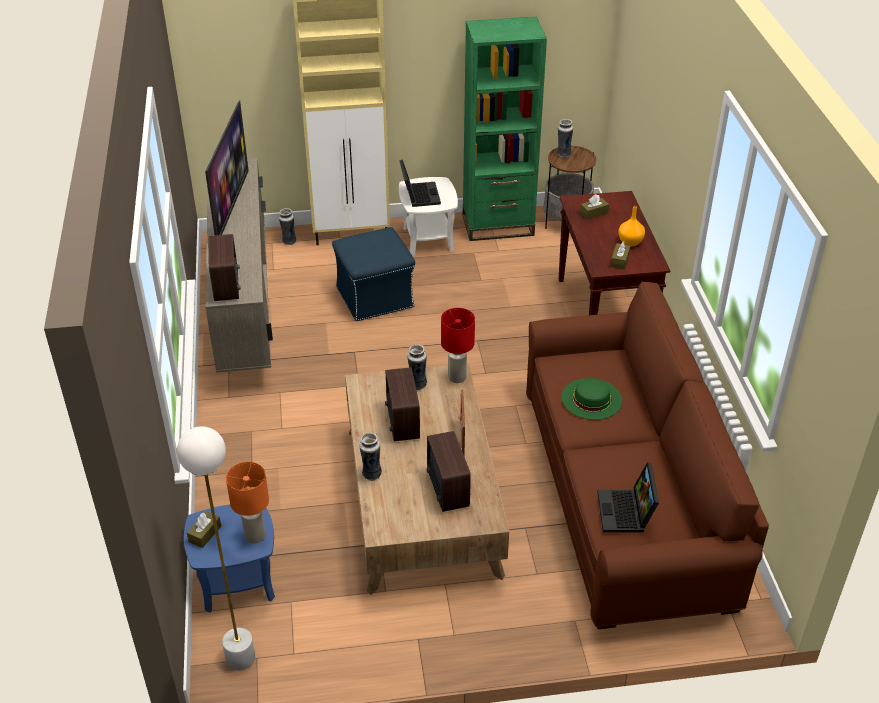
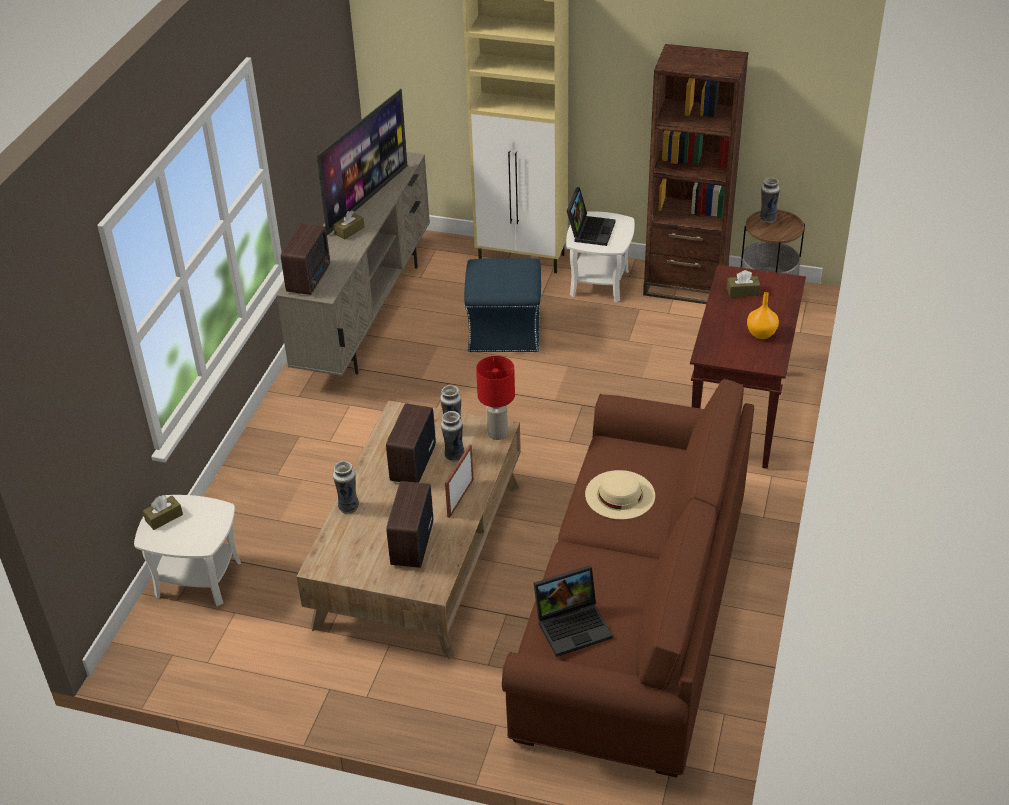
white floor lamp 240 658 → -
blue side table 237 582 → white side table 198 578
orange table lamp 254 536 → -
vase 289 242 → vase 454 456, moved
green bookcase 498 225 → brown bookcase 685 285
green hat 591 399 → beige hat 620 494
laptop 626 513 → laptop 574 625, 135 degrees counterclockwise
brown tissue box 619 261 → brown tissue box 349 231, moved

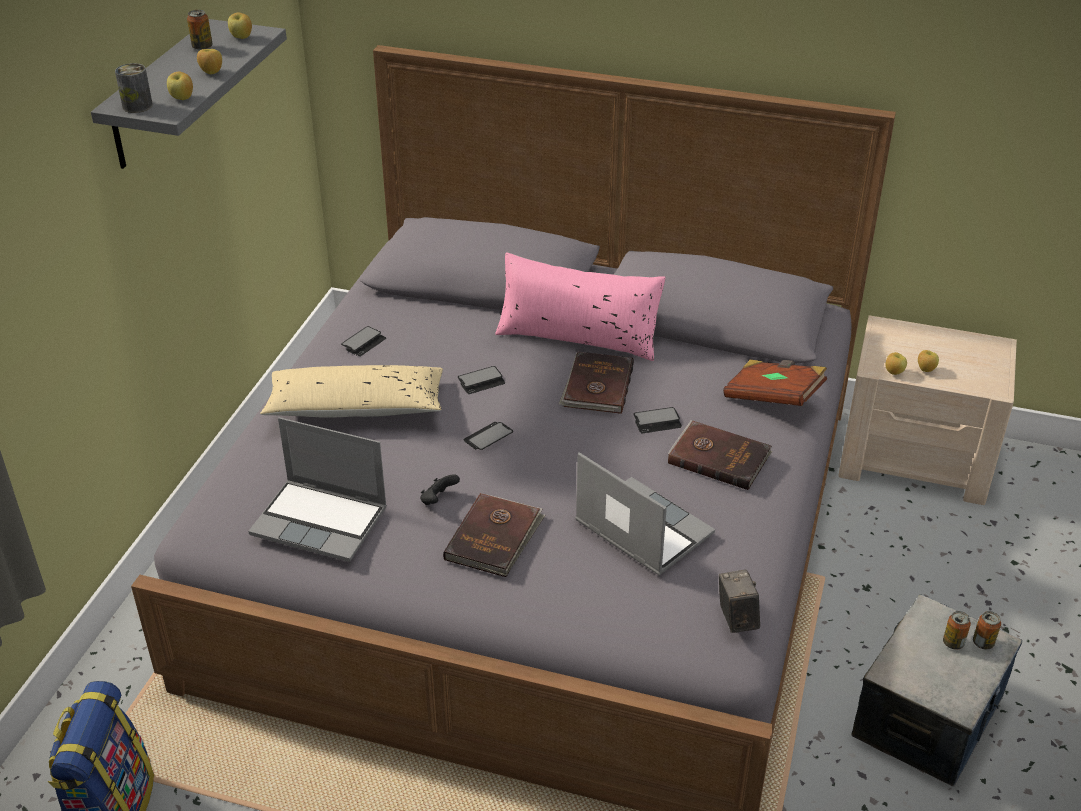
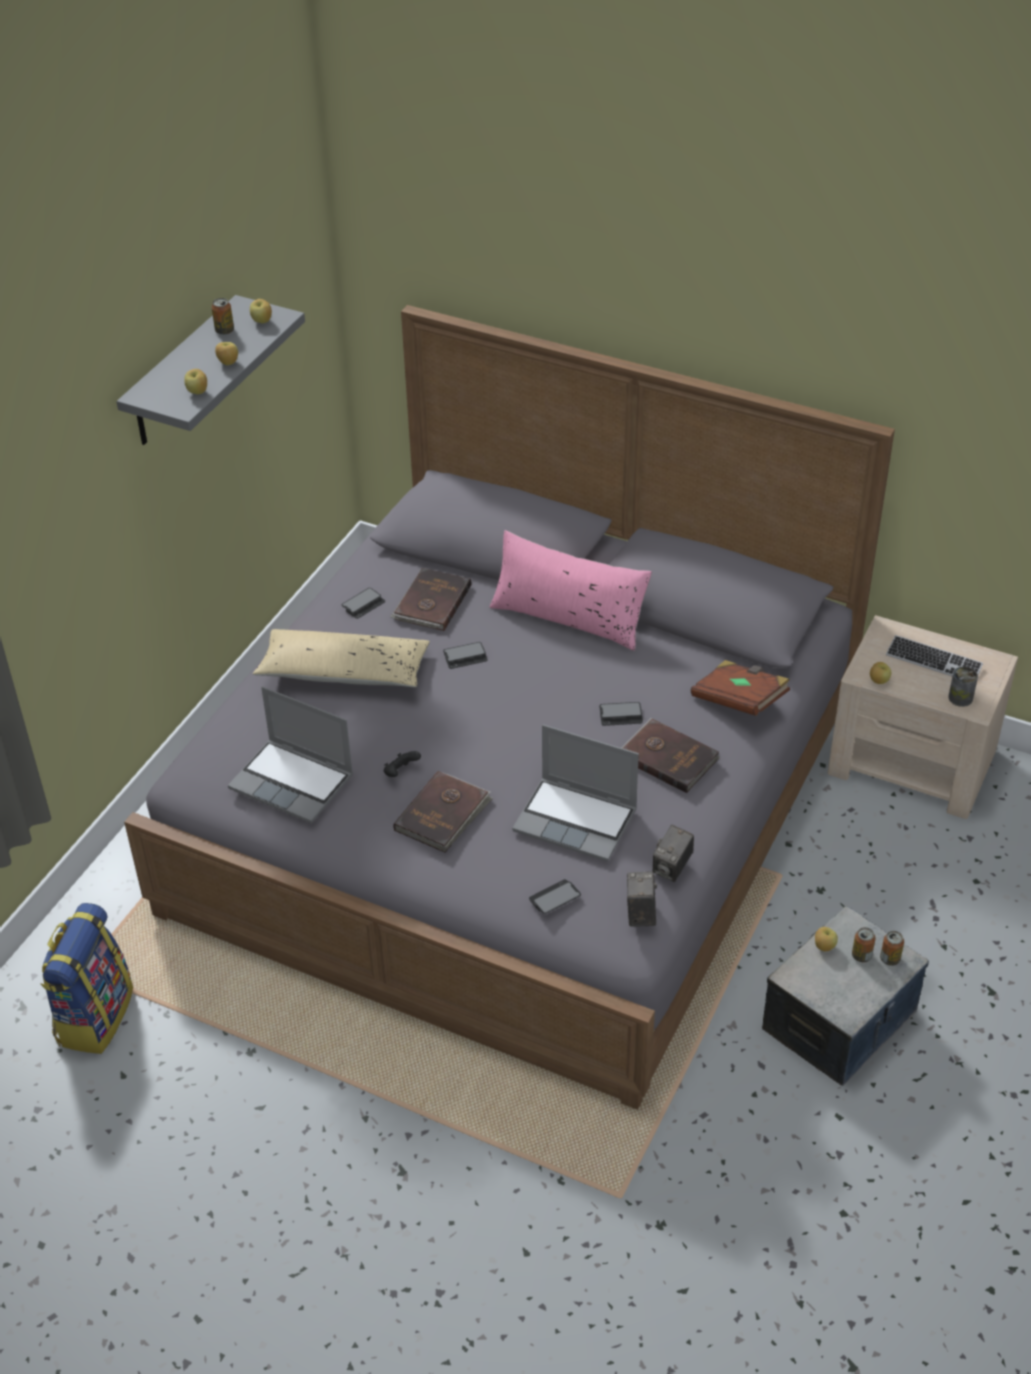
can 137 106 → can 960 698, moved
phone 488 437 → phone 554 898, moved
brown book 597 386 → brown book 431 602, moved
laptop 641 529 → laptop 577 820, 150 degrees clockwise
apple 925 370 → apple 824 947, moved
- → photo camera 672 867
- → keyboard 933 661

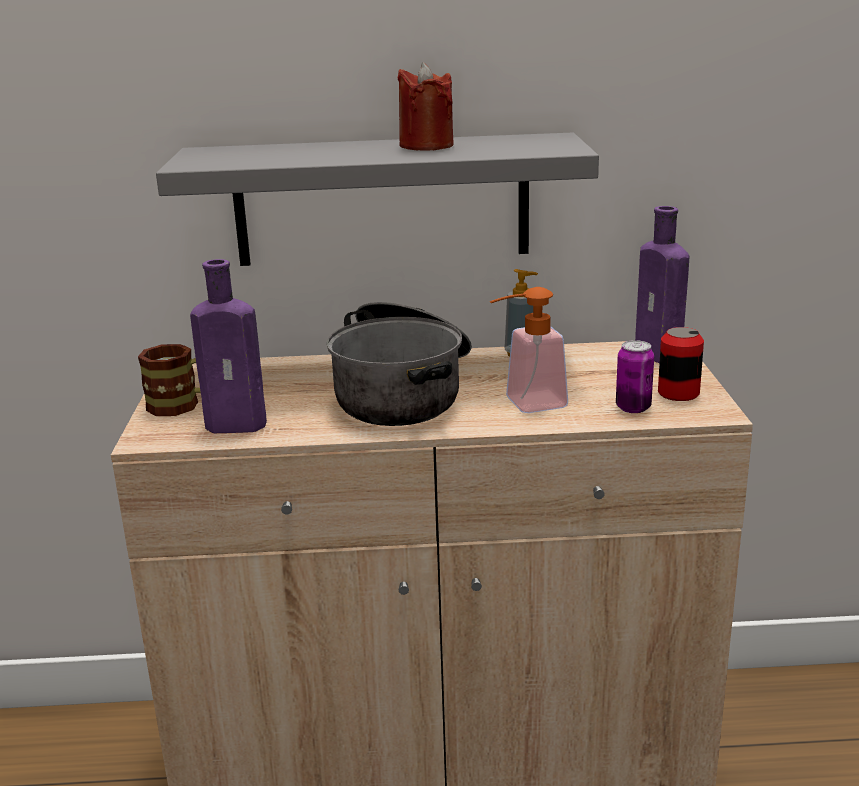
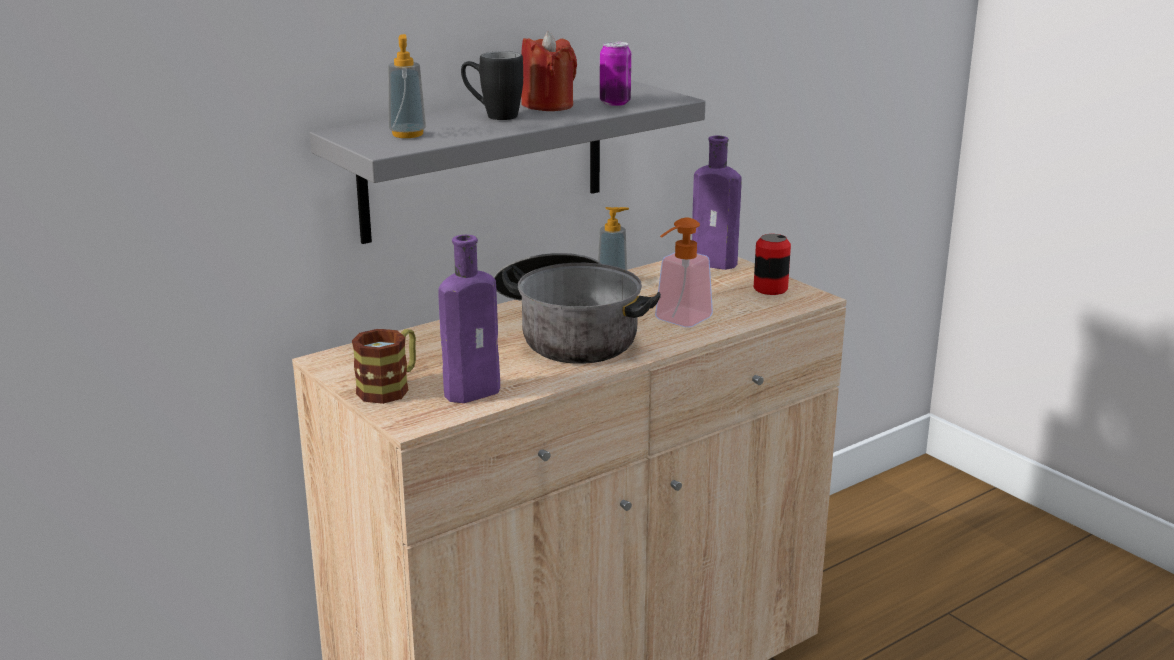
can 633 408 → can 615 103, moved
- → soap dispenser 407 134
- → black mug 492 116

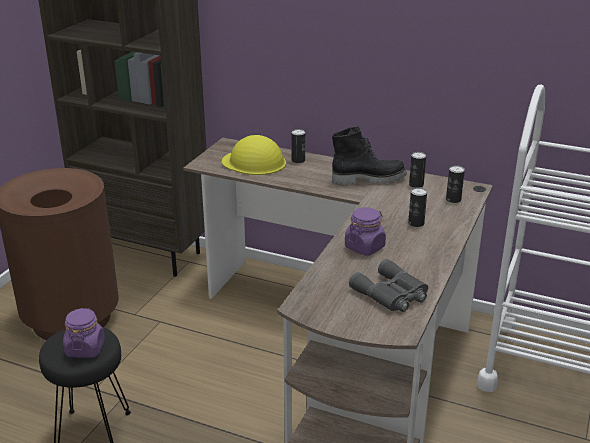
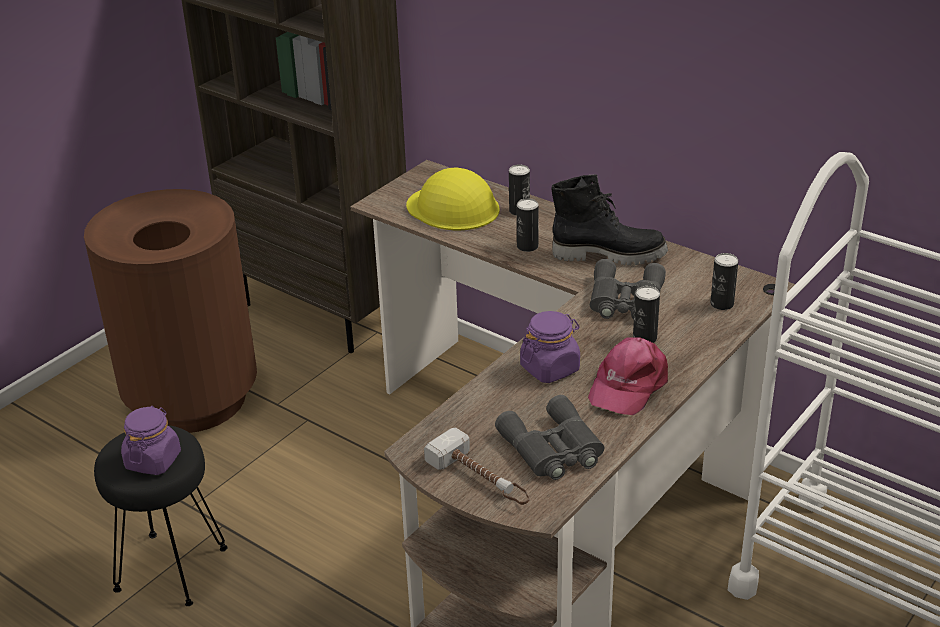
can 416 185 → can 527 246, moved
- → hammer 481 479
- → pink cap 628 385
- → grey binoculars 625 300

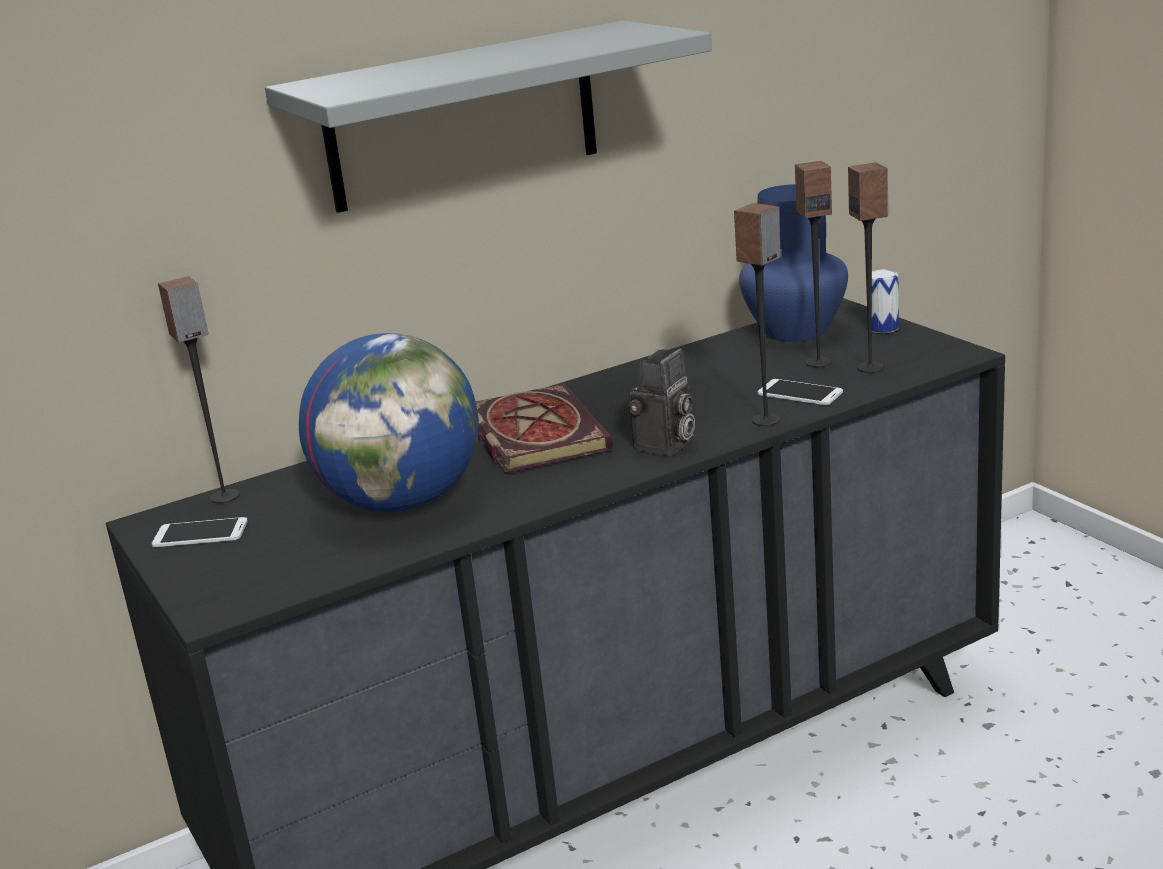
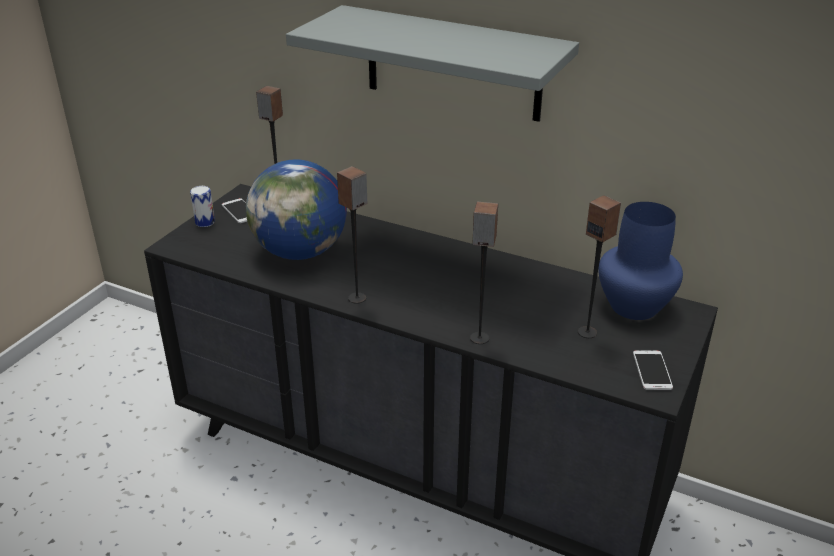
book 533 434 → -
photo camera 665 446 → -
phone 800 393 → phone 652 370, moved
speaker 870 367 → speaker 357 298, moved
can 883 328 → can 205 222, moved

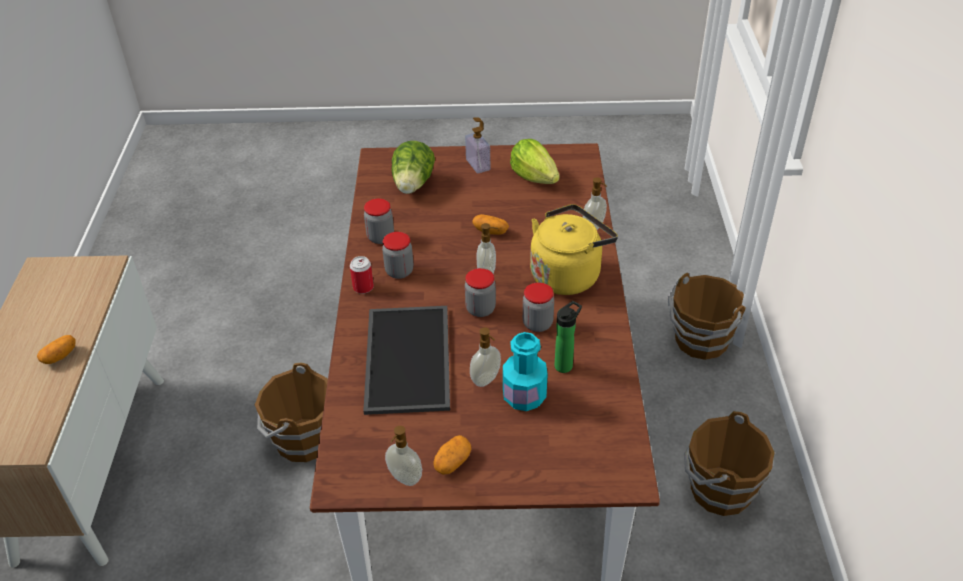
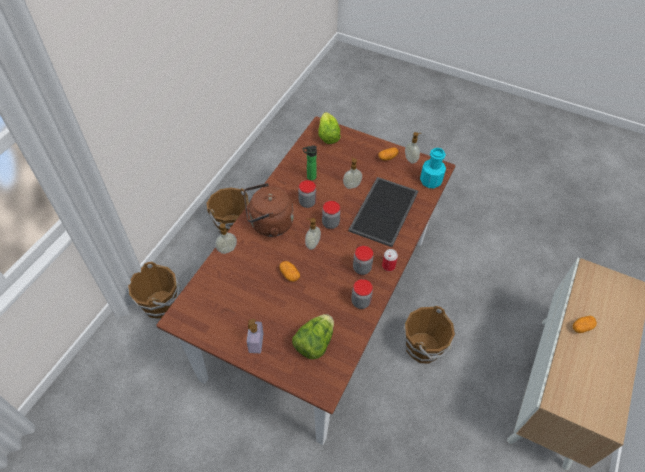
turquoise bottle 524 396 → turquoise bottle 430 181, moved
lettuce 534 177 → lettuce 328 136, moved
yellow kettle 568 274 → brown kettle 269 224

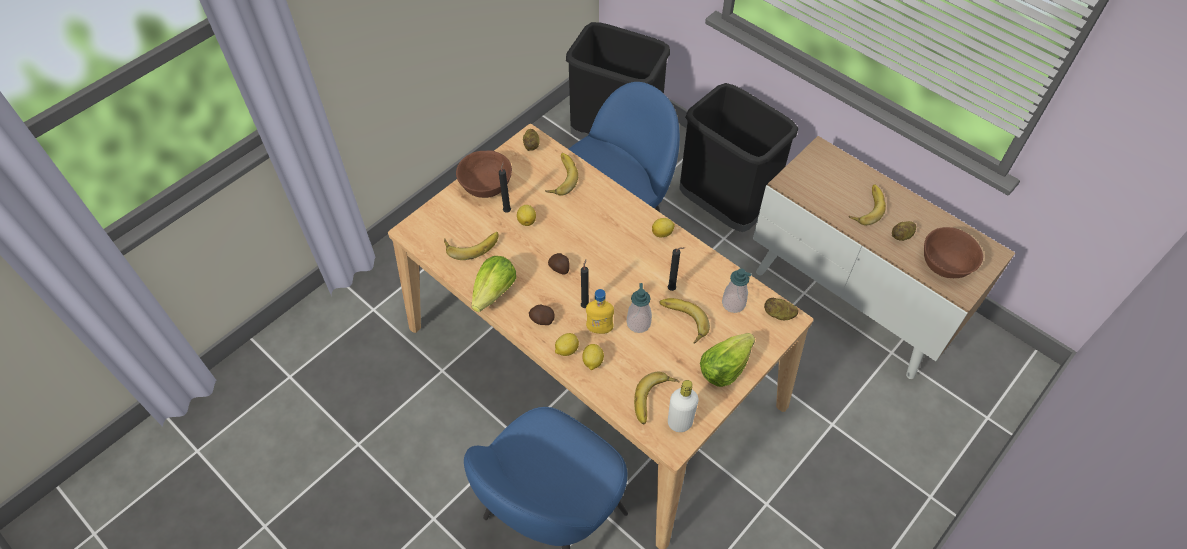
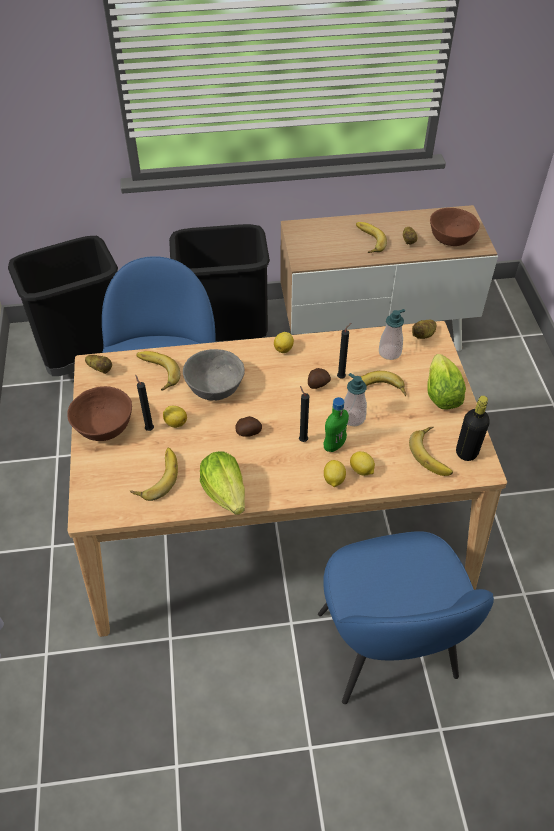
potato 541 320 → potato 317 384, moved
yellow bottle 599 329 → green bottle 334 445
white bottle 680 422 → black bottle 466 452
- → grey bowl 214 386

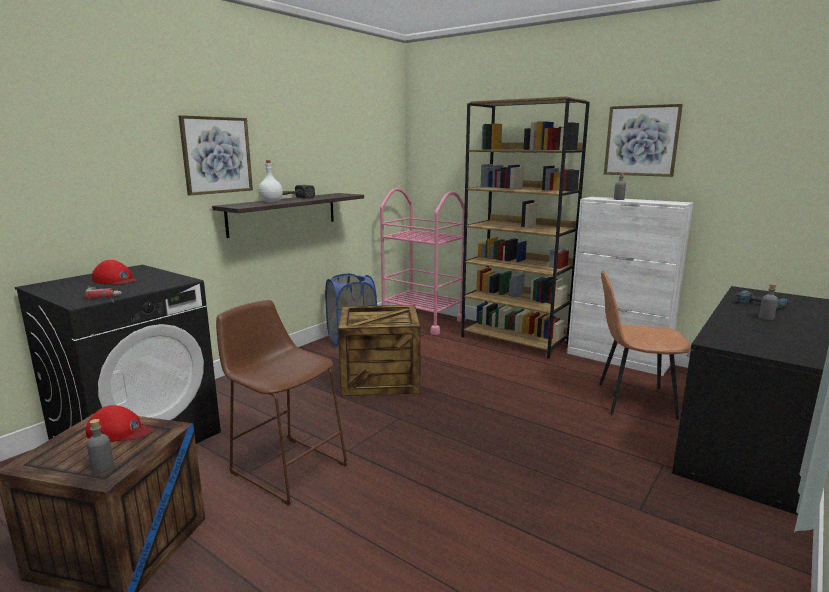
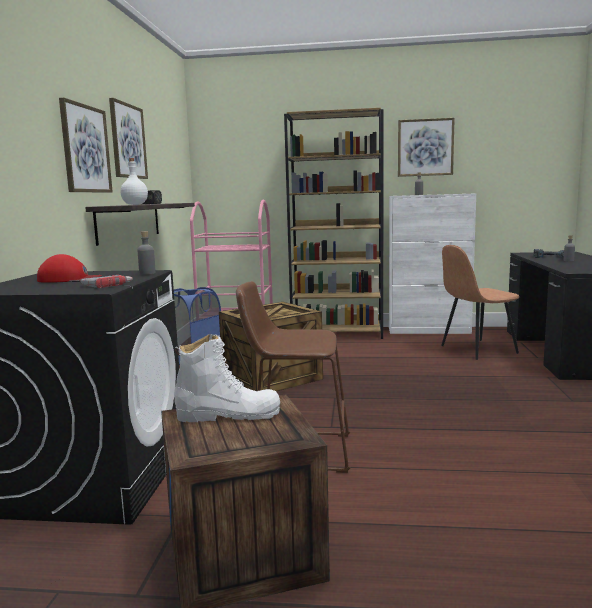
red cap 119 431 → white boot 228 415
grey bottle 102 467 → grey bottle 147 273, moved
- → picture 128 141

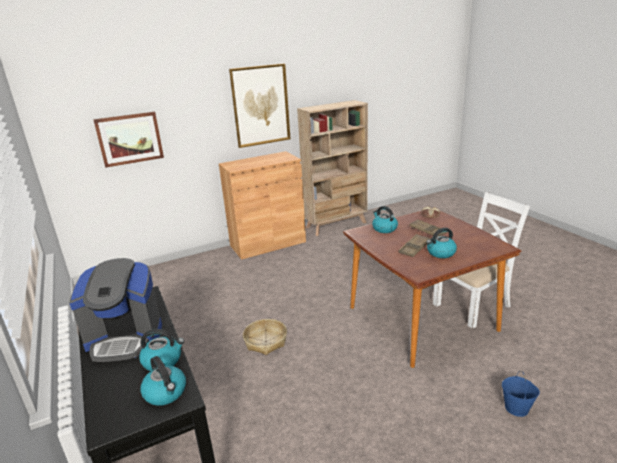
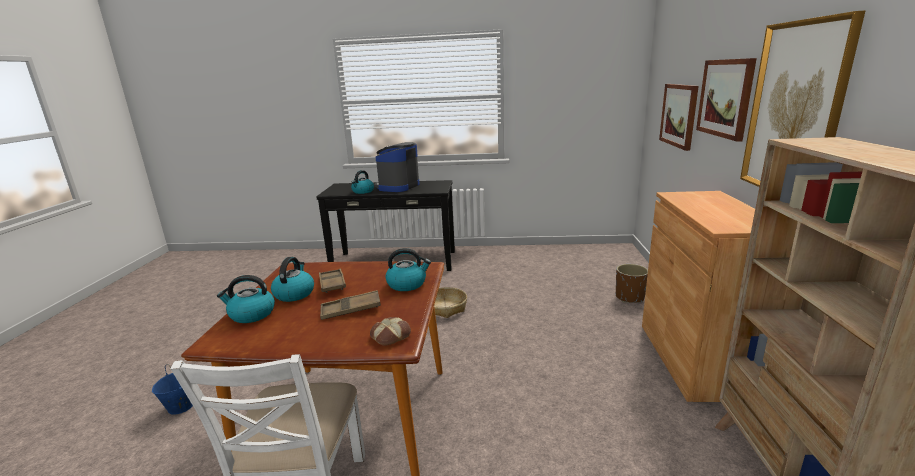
kettle 166 393 → kettle 251 314, moved
- → brown planter 630 297
- → picture 725 98

